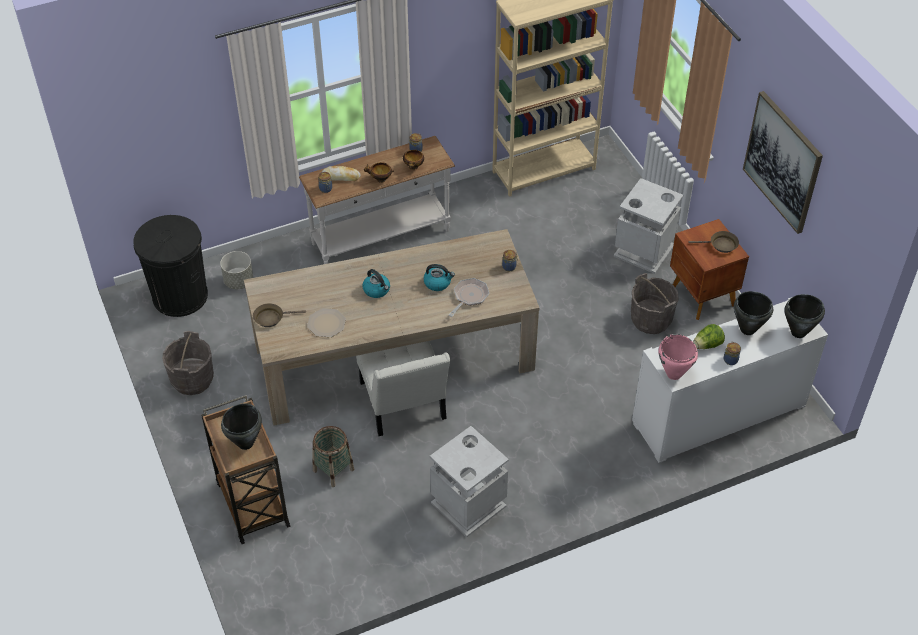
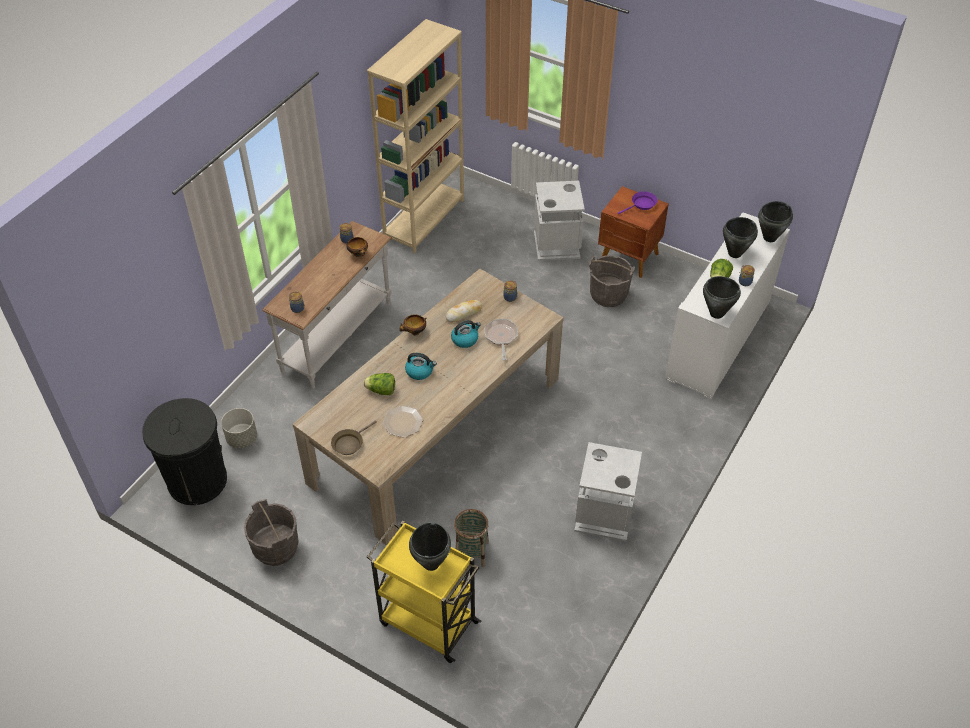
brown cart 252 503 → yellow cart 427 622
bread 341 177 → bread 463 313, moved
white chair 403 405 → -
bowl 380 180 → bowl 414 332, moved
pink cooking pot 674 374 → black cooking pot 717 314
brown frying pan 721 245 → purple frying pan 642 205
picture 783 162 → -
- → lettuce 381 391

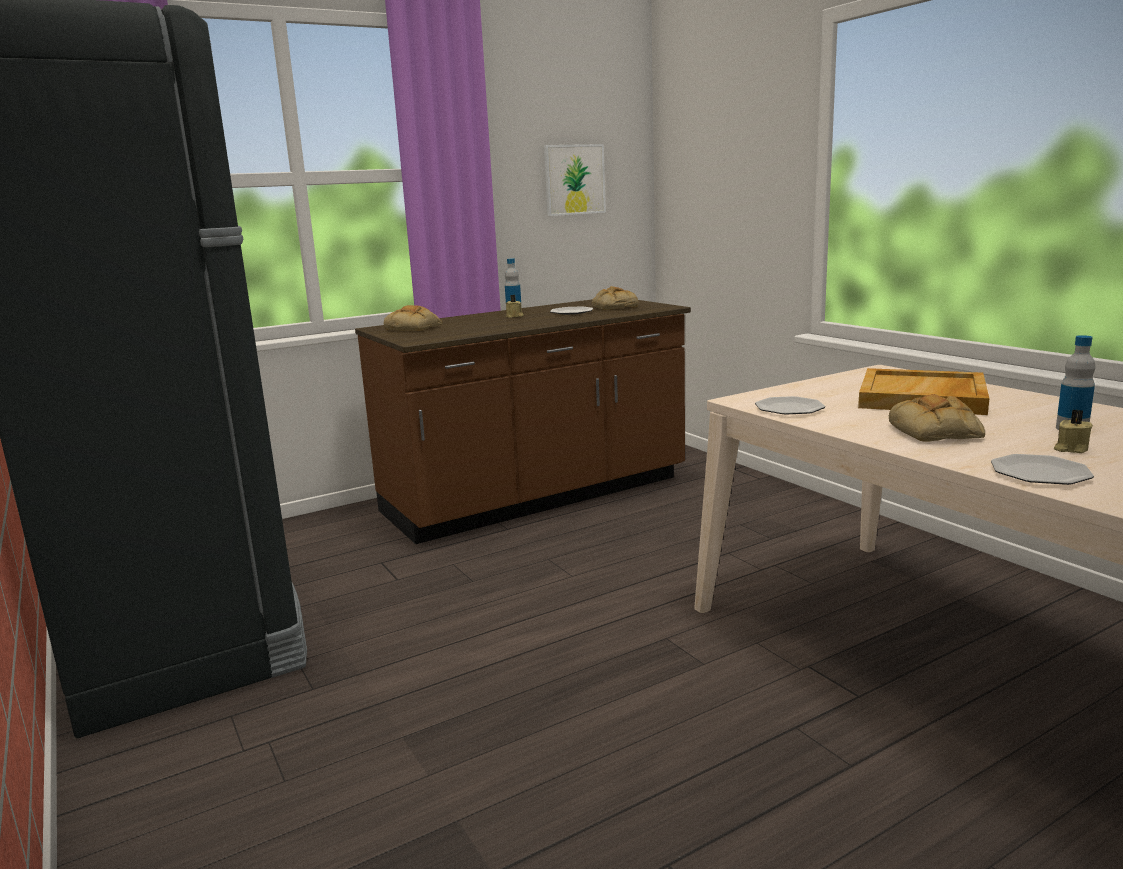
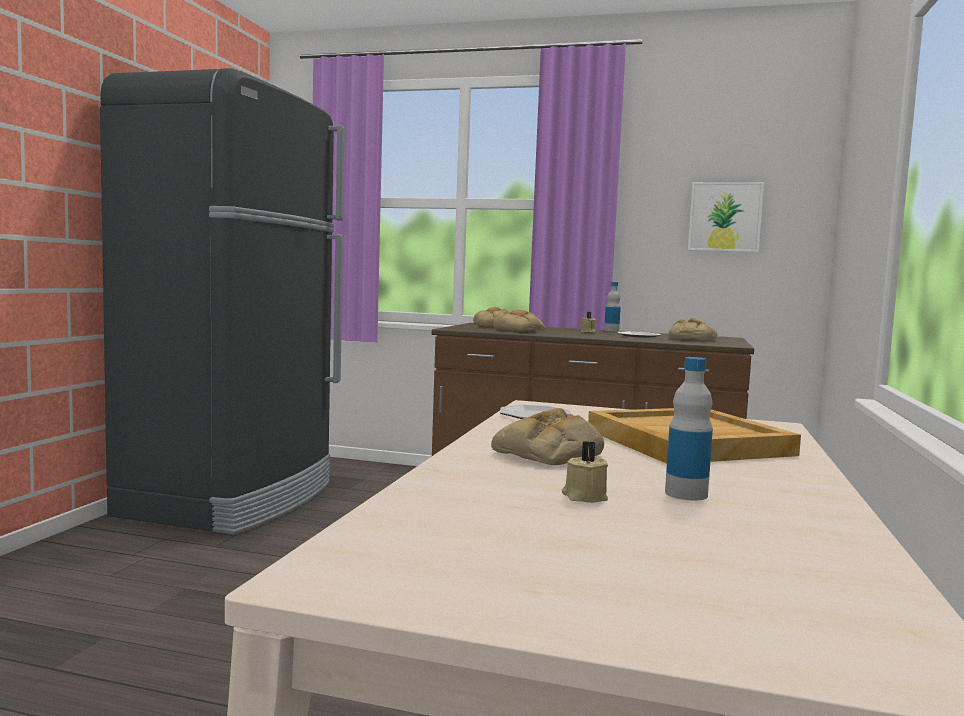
plate 1040 473 → -
- → bread 520 330

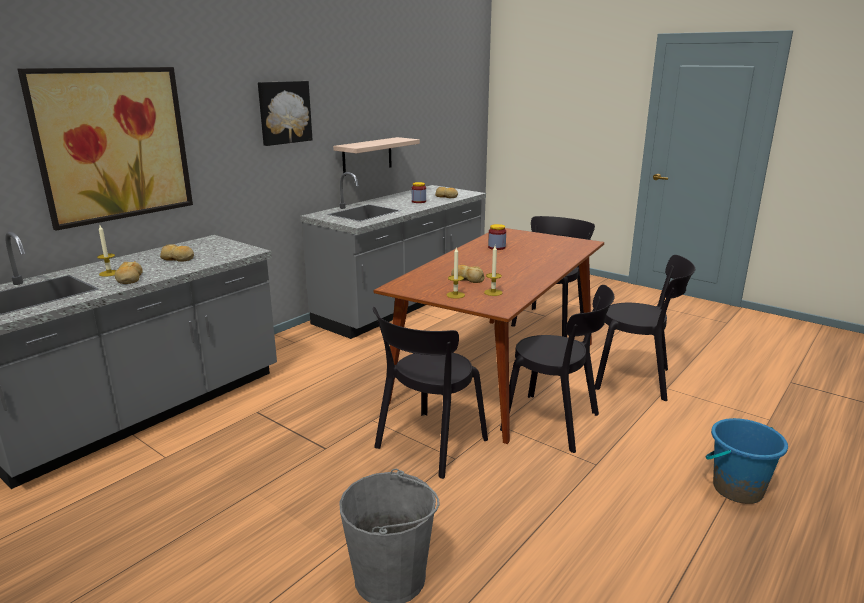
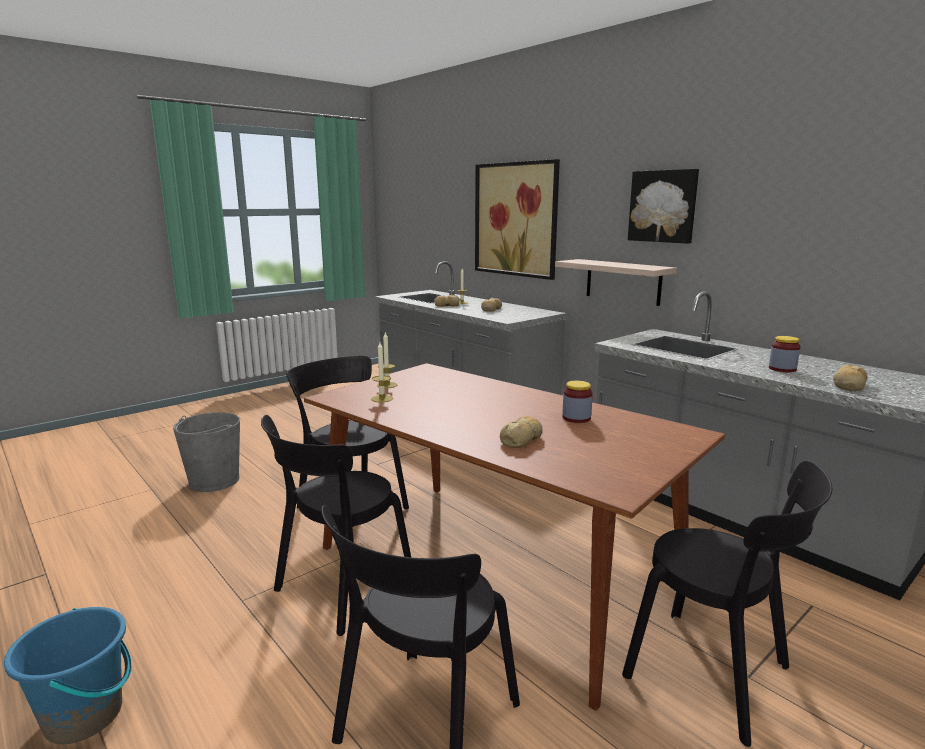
shelf 367 156 → shelf 623 281, moved
bread 467 279 → bread 522 439, moved

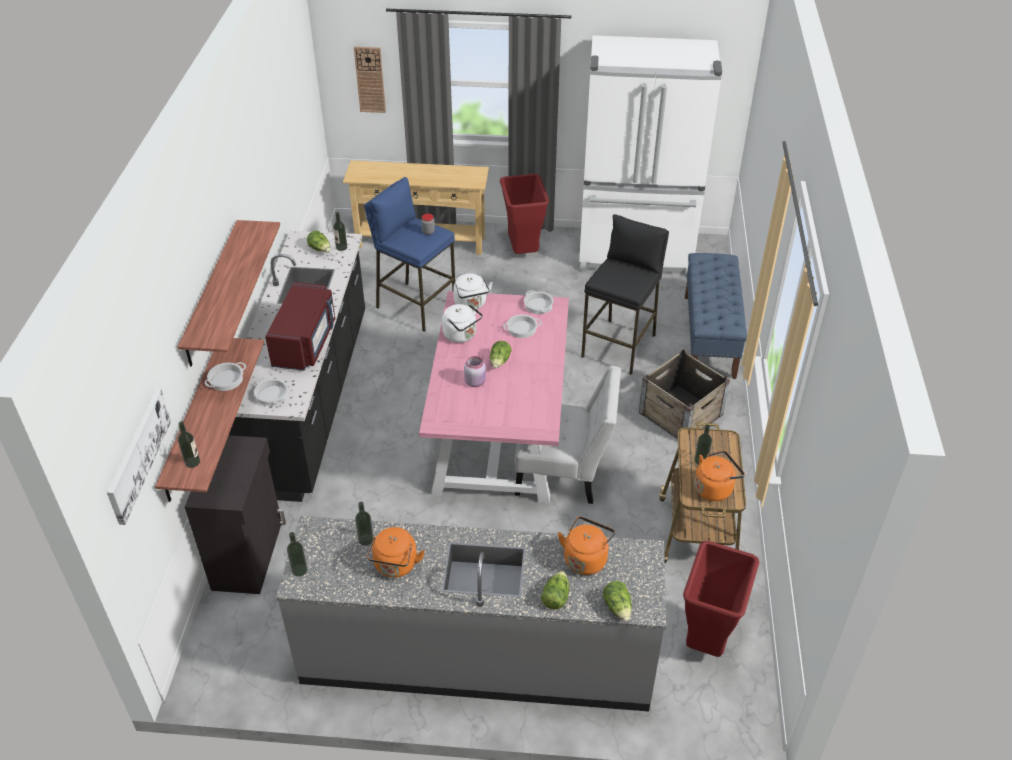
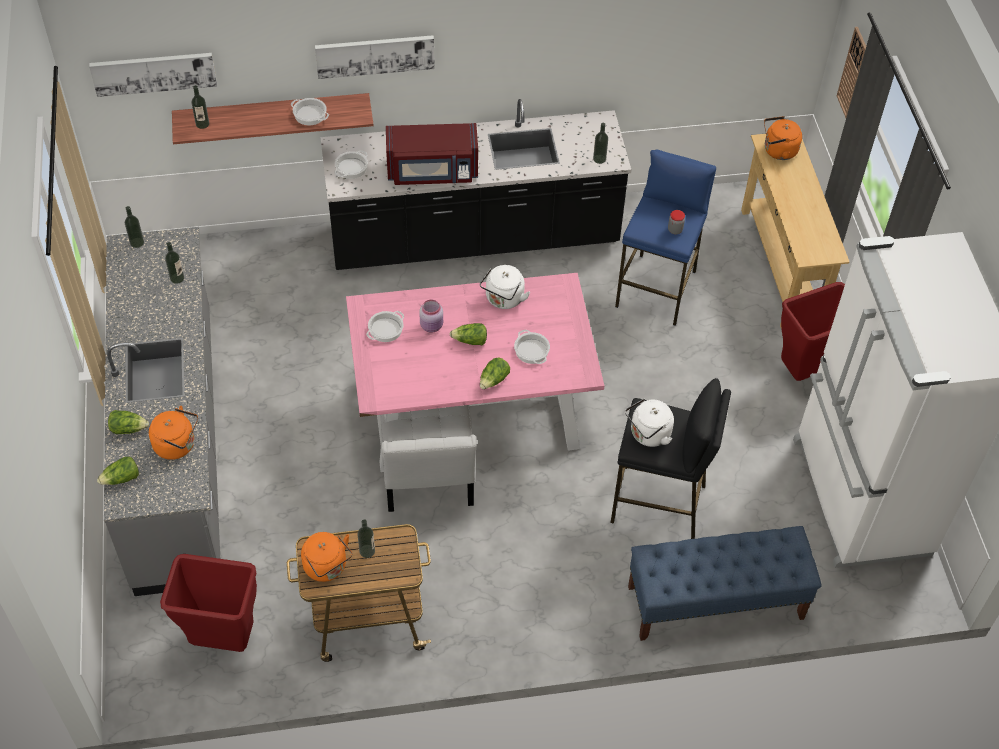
shelf 212 293 → picture 375 55
black cabinet 249 554 → -
lettuce 320 249 → lettuce 494 380, moved
orange kettle 395 566 → orange kettle 778 151, moved
white kettle 471 304 → white kettle 648 435, moved
cooking pot 538 305 → cooking pot 385 329, moved
crate 681 413 → -

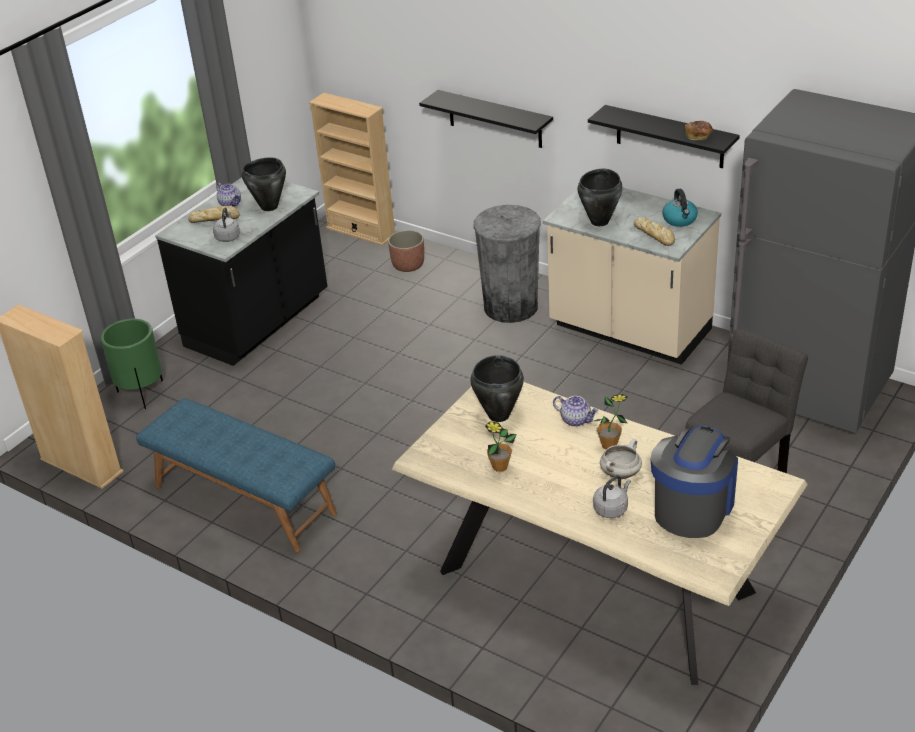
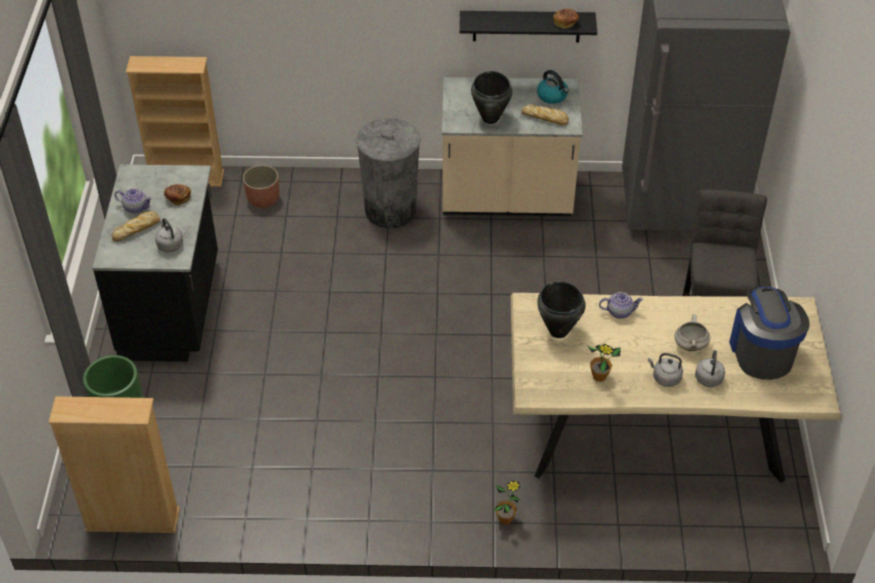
blue bench 243 500 → -
black cooking pot 268 207 → bread 178 198
black shelf 495 119 → -
potted plant 609 445 → potted plant 505 519, moved
- → grey kettle 665 378

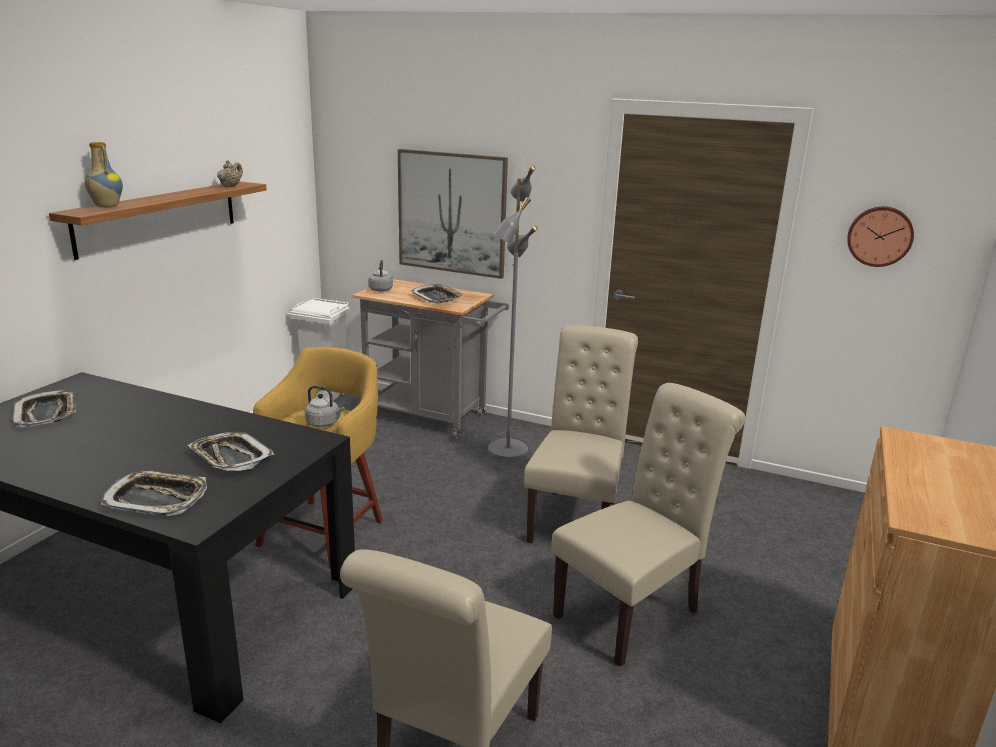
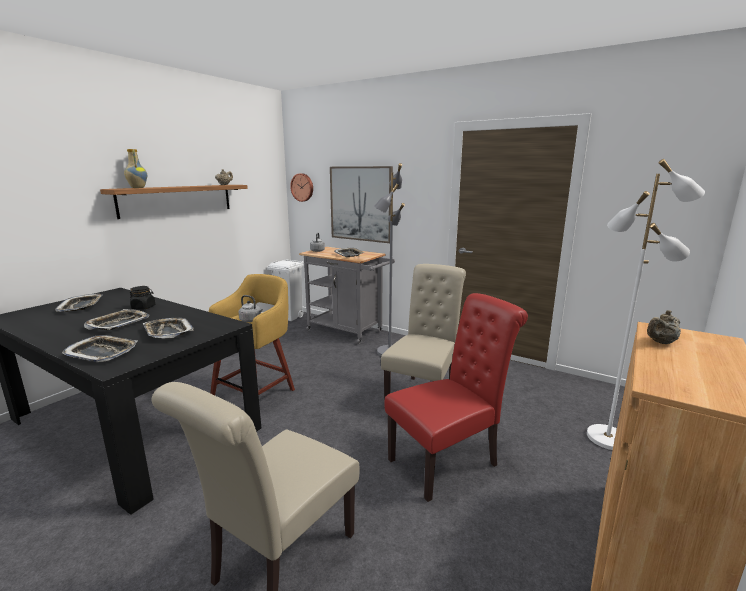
beige chair 634 610 → red chair 448 460
wall clock 879 236 → wall clock 302 187, moved
- → tray 118 323
- → black jar 143 307
- → white floor lamp 608 437
- → beige teapot 660 342

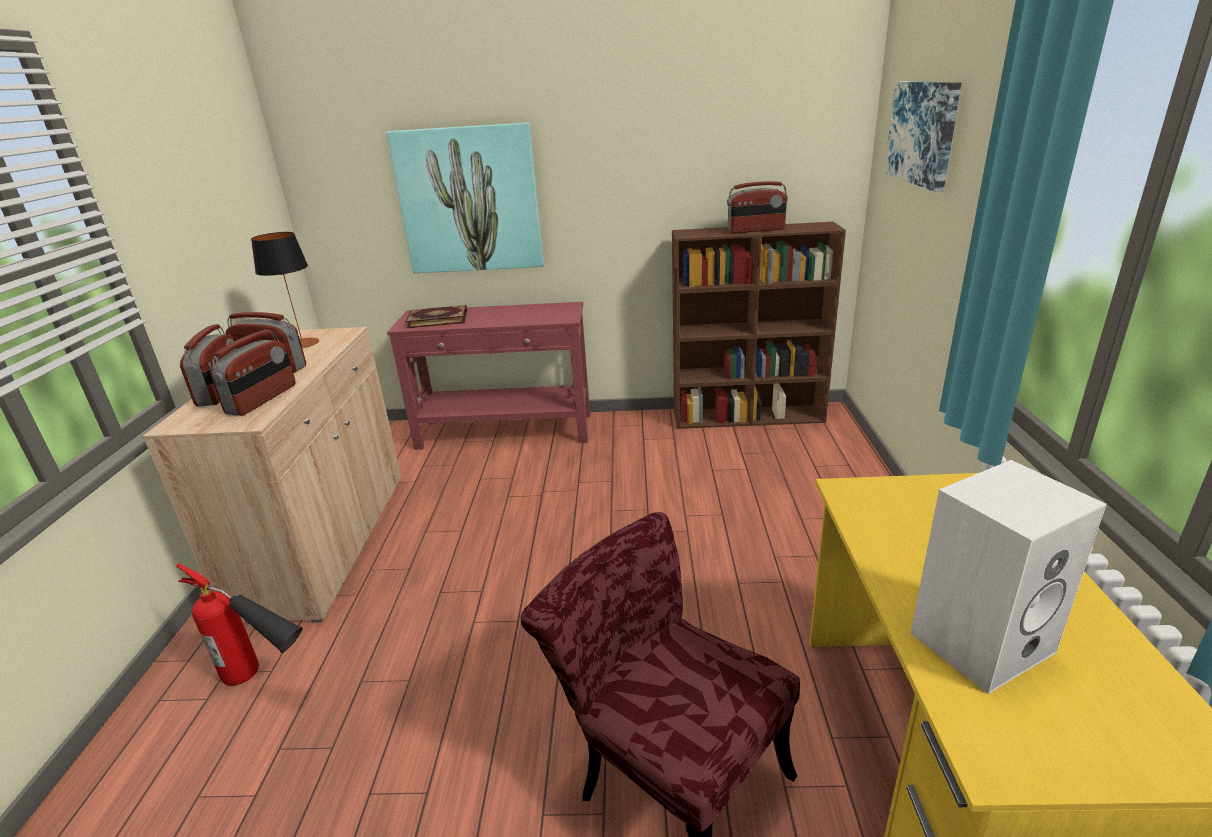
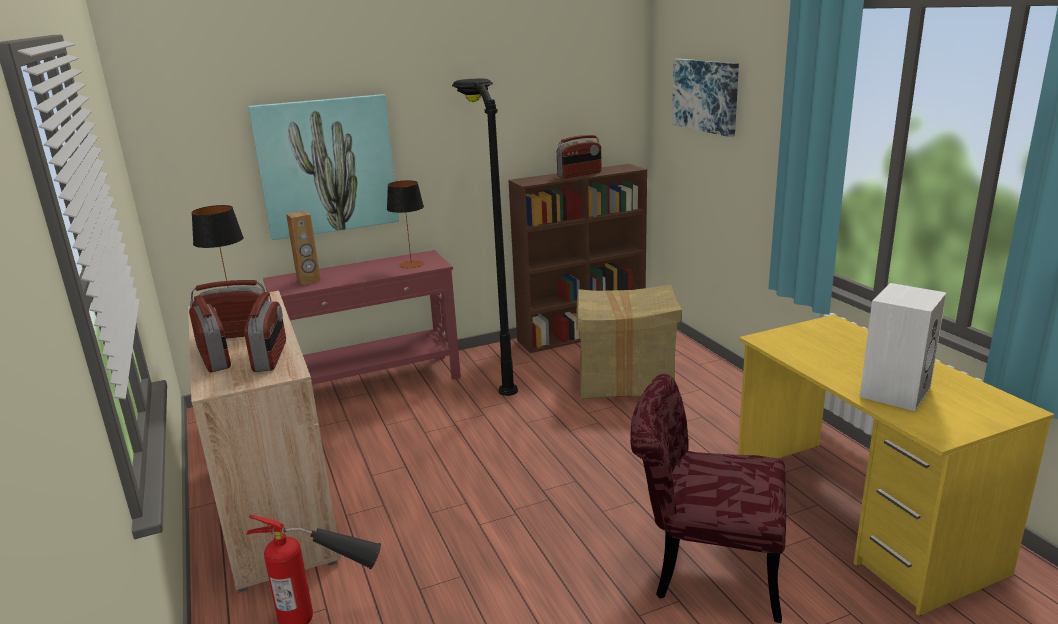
book 437 319 → brown speaker 309 280
- → table lamp 411 264
- → black floor lamp 495 366
- → cardboard box 626 380

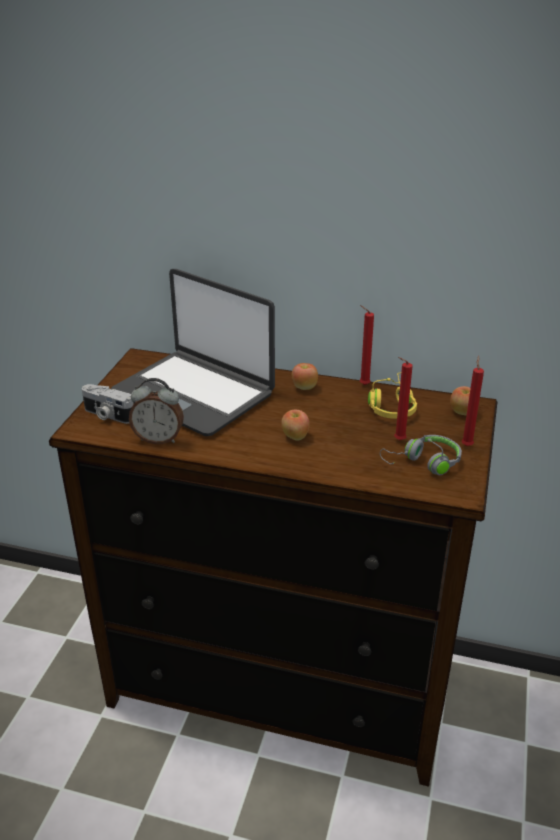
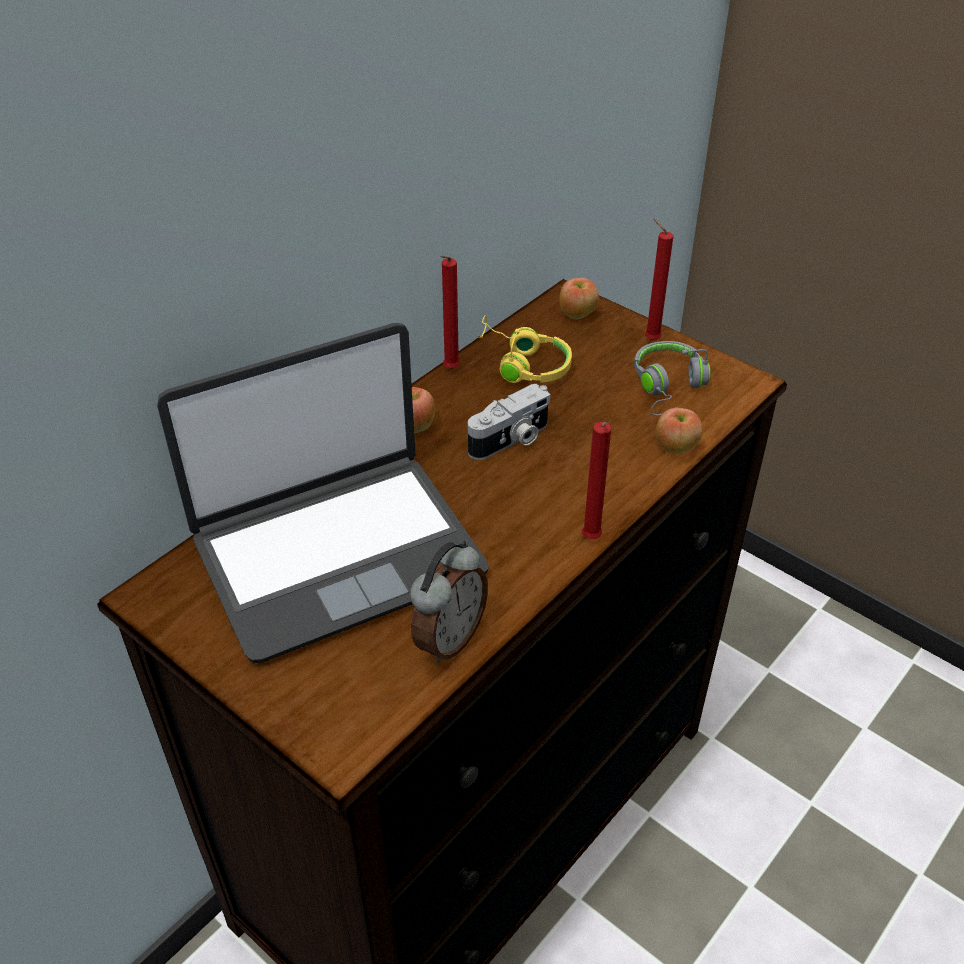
photo camera 107 415 → photo camera 511 440, moved
apple 295 437 → apple 676 448, moved
red candle 398 440 → red candle 590 540, moved

